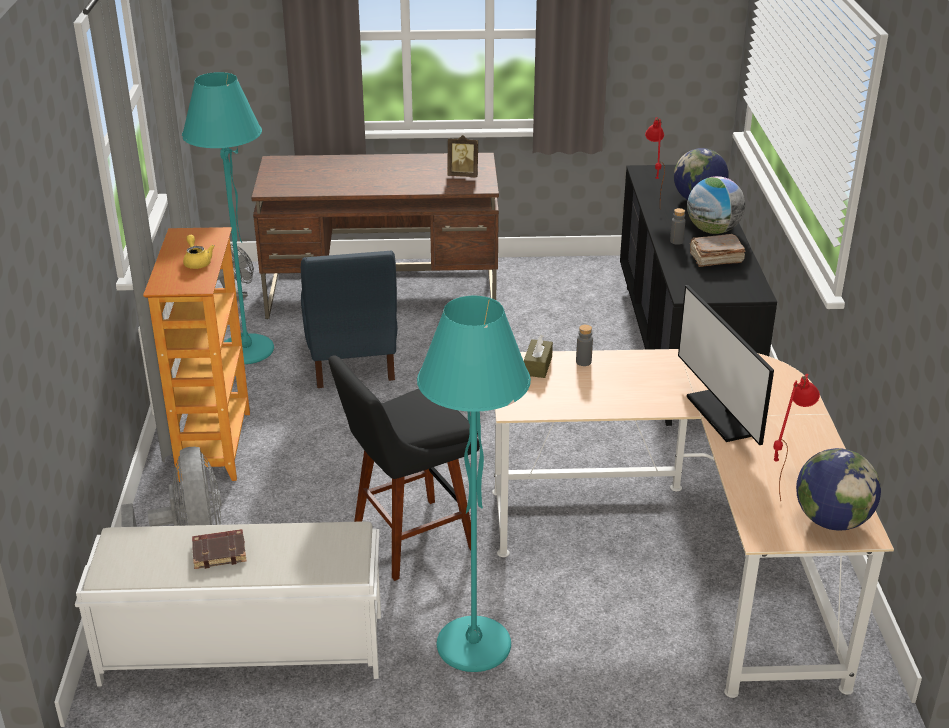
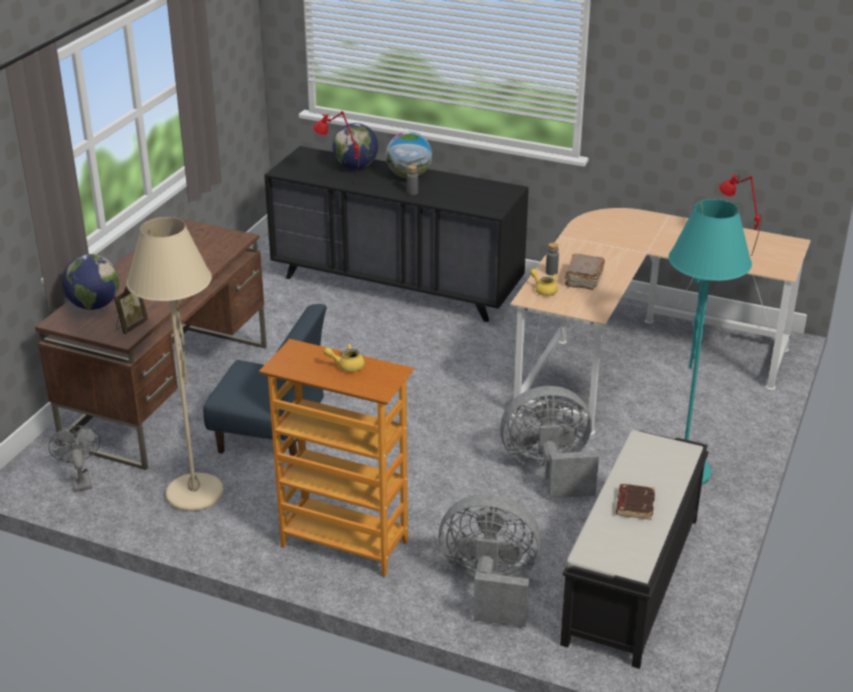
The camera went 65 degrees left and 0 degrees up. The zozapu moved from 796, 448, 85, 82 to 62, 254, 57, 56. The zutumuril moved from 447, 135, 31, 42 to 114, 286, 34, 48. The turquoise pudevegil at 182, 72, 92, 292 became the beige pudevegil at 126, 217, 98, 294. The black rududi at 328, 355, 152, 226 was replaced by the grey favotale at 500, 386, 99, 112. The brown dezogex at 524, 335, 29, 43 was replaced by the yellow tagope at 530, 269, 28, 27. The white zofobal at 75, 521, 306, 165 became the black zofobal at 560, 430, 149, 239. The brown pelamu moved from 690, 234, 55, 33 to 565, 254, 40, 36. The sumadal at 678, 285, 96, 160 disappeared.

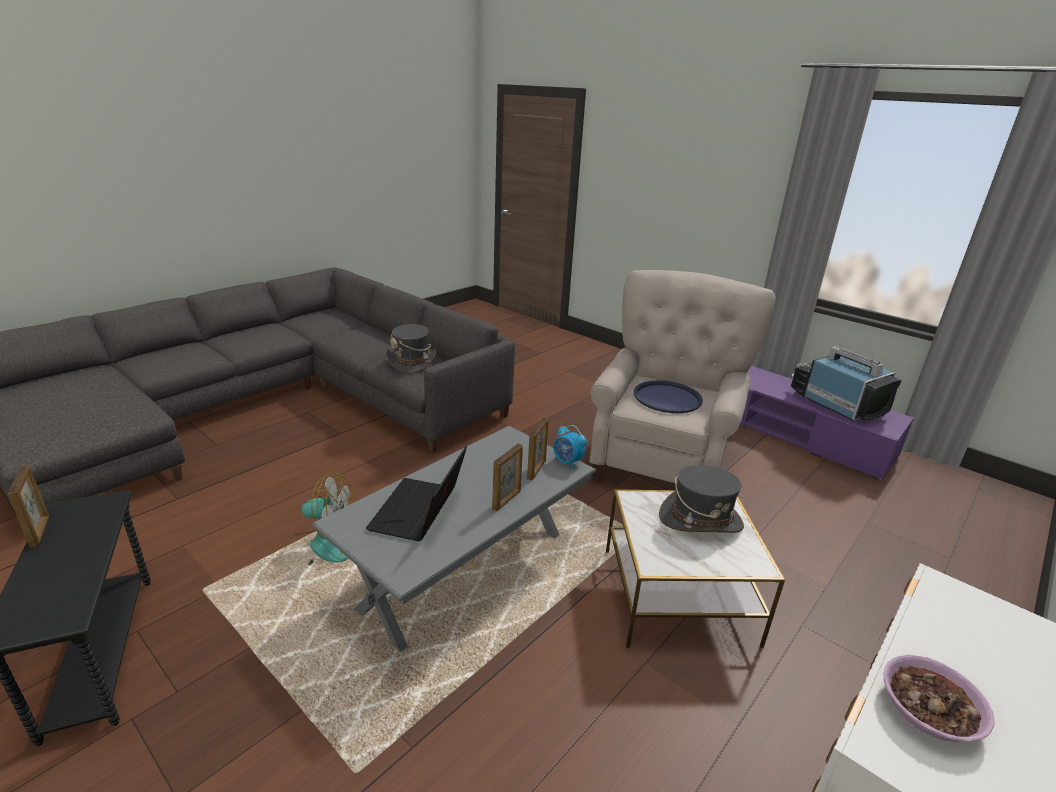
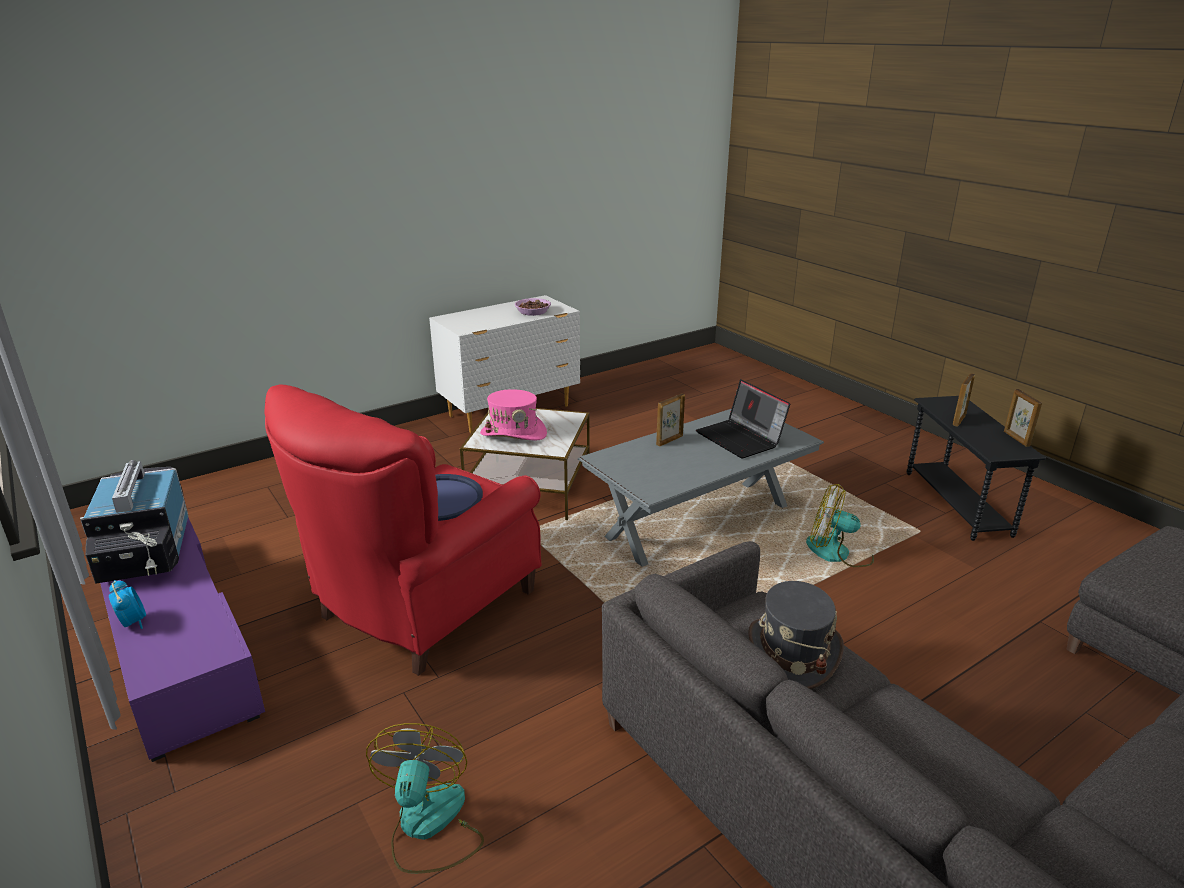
The camera went 165 degrees left and 0 degrees up. The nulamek moved from 553, 425, 34, 44 to 109, 580, 37, 49. The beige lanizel at 589, 270, 187, 213 became the red lanizel at 264, 384, 278, 292. The favotale at 366, 723, 118, 151 appeared. The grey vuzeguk at 659, 465, 85, 68 became the pink vuzeguk at 480, 389, 67, 52. The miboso at 366, 446, 101, 95 turned 120 degrees clockwise. The zutumuril moved from 527, 417, 21, 63 to 953, 373, 22, 54.

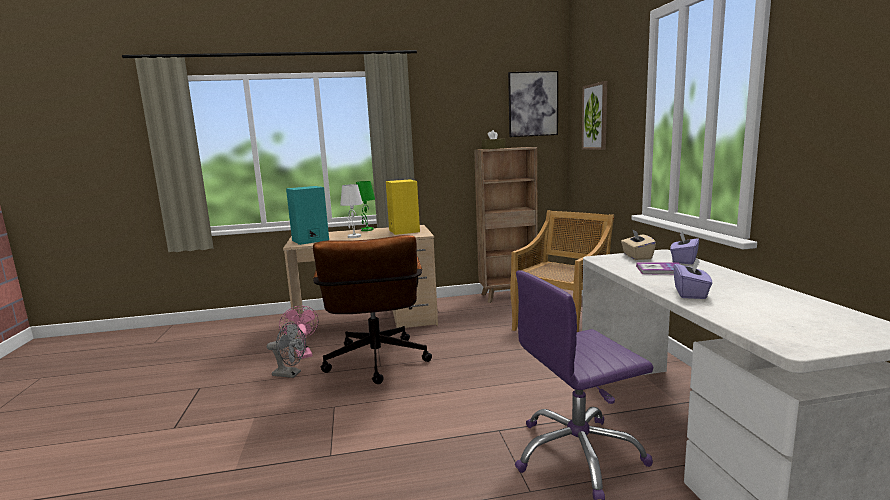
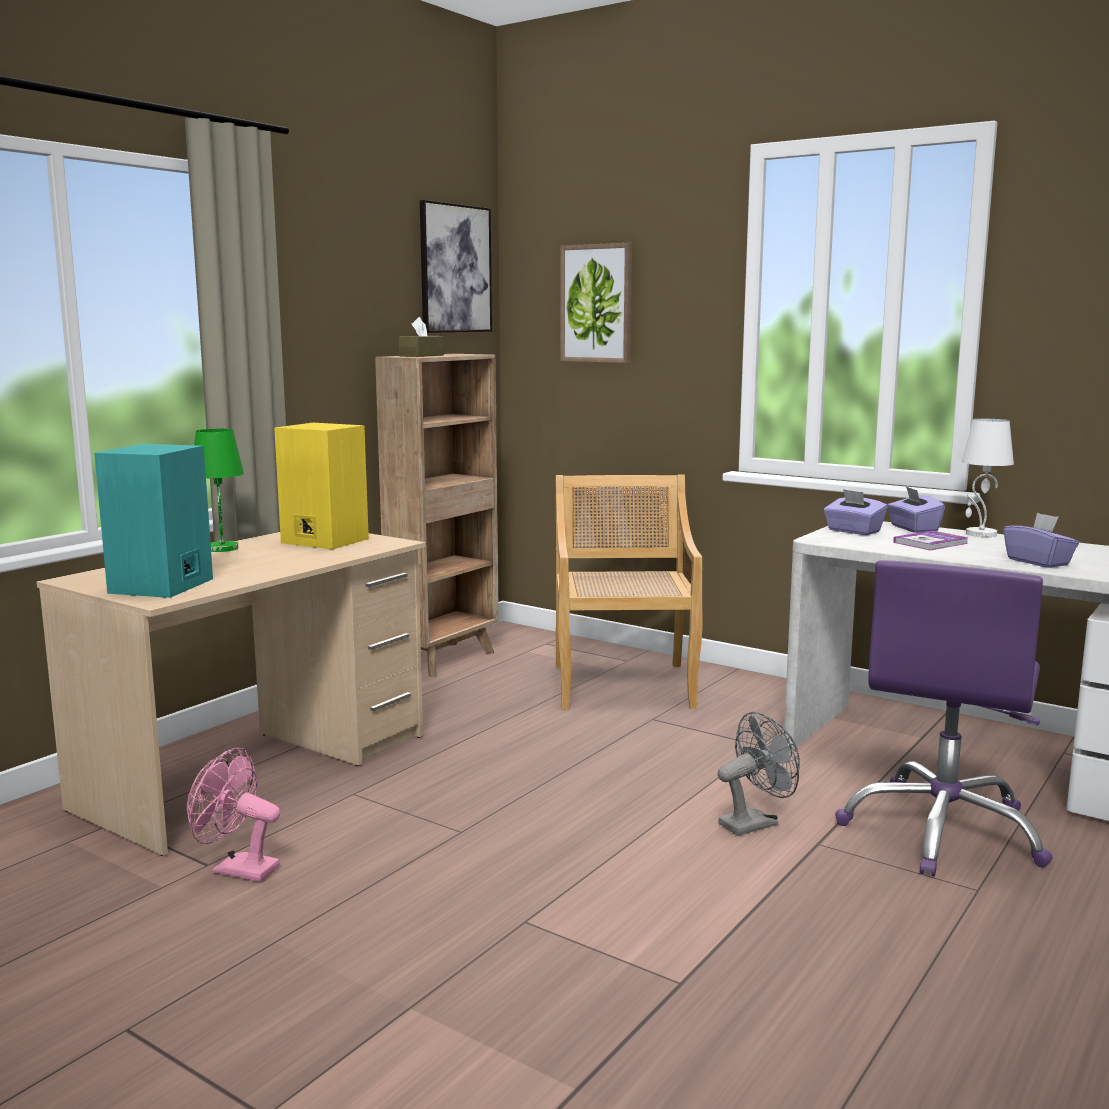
The camera went 45 degrees left and 0 degrees up. The grey favotale moved from 267, 322, 39, 56 to 718, 712, 82, 124. The beige dezogex at 621, 229, 35, 31 became the purple dezogex at 824, 489, 63, 46. The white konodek moved from 340, 184, 23, 54 to 961, 419, 53, 118. The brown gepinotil at 313, 235, 119, 149 disappeared.

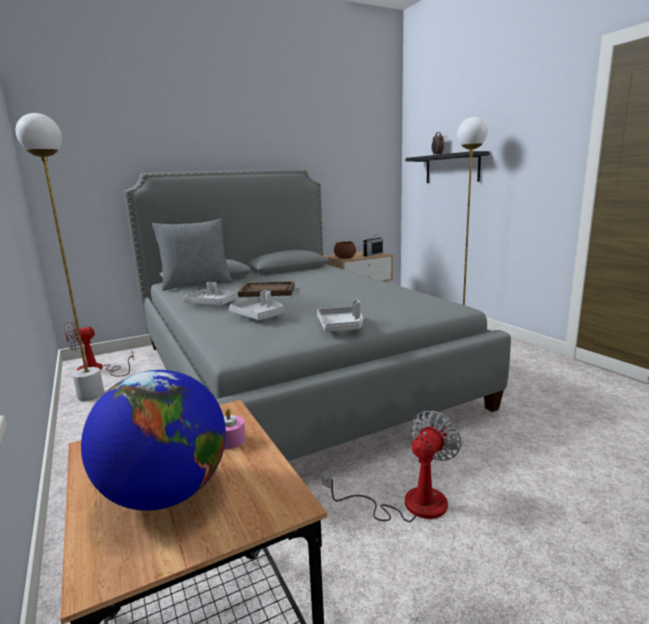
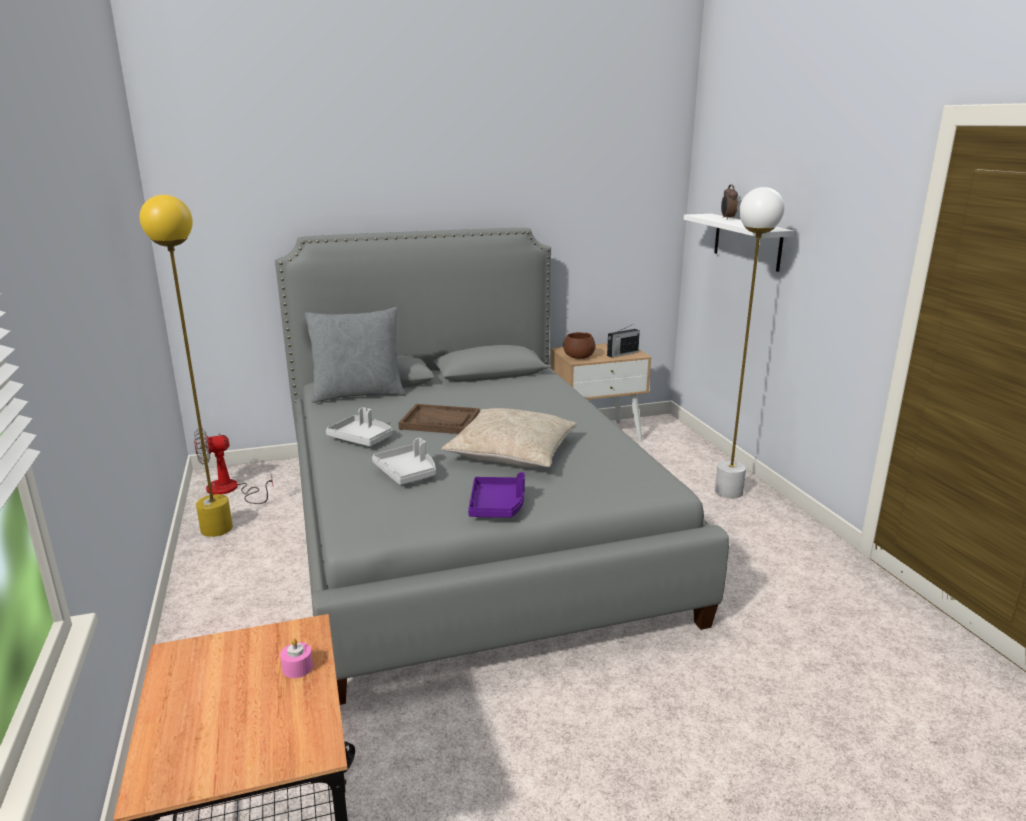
The camera went 10 degrees right and 5 degrees up. The white pudevegil at 15, 113, 89, 288 became the yellow pudevegil at 140, 195, 93, 342. The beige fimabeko at 441, 408, 136, 59 appeared. The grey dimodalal at 317, 300, 46, 32 became the purple dimodalal at 468, 472, 57, 46. The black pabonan at 405, 151, 84, 32 became the white pabonan at 684, 214, 111, 58. The zozapu at 81, 370, 145, 141 disappeared. The favotale at 322, 411, 140, 111 disappeared.

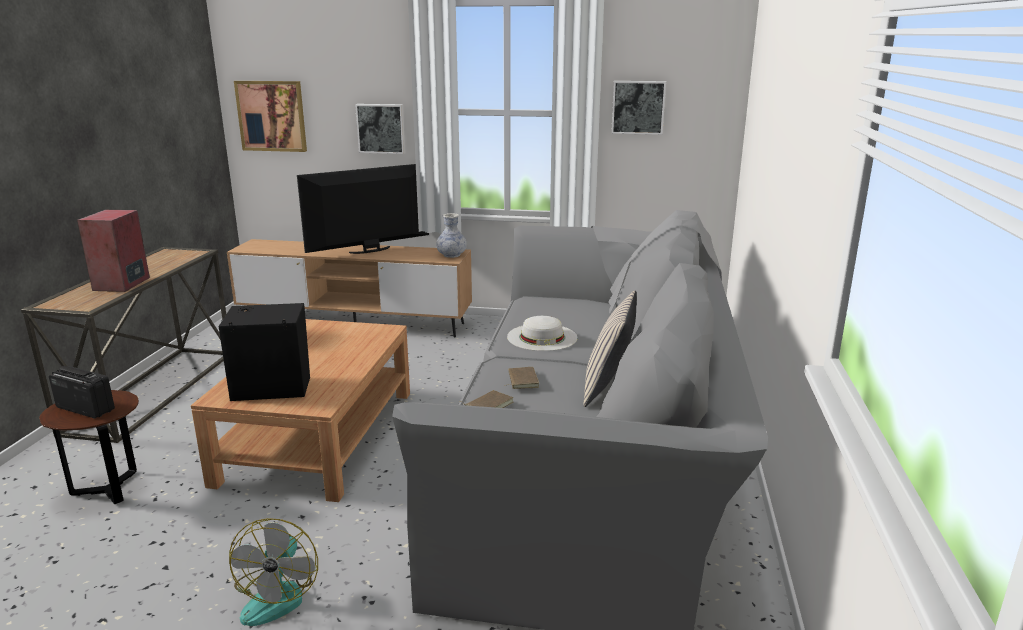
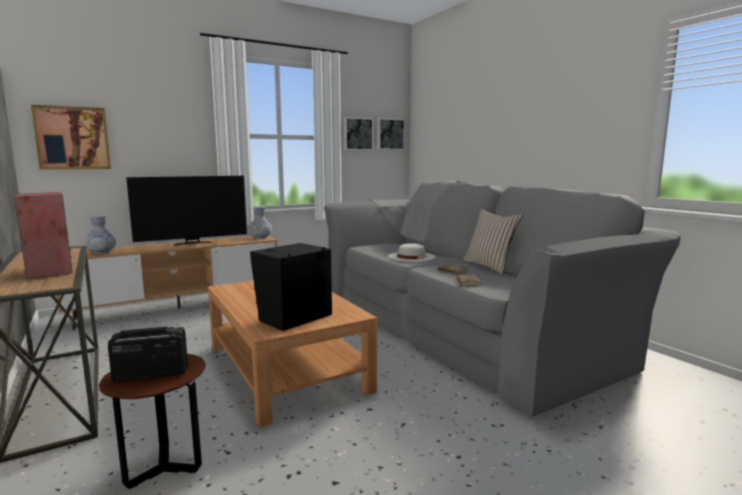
The camera went 40 degrees left and 10 degrees down. The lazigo at 85, 215, 31, 39 appeared. The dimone at 297, 164, 132, 90 turned 135 degrees counterclockwise. The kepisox moved from 355, 104, 51, 50 to 378, 118, 27, 32. The favotale at 229, 518, 89, 108 disappeared.

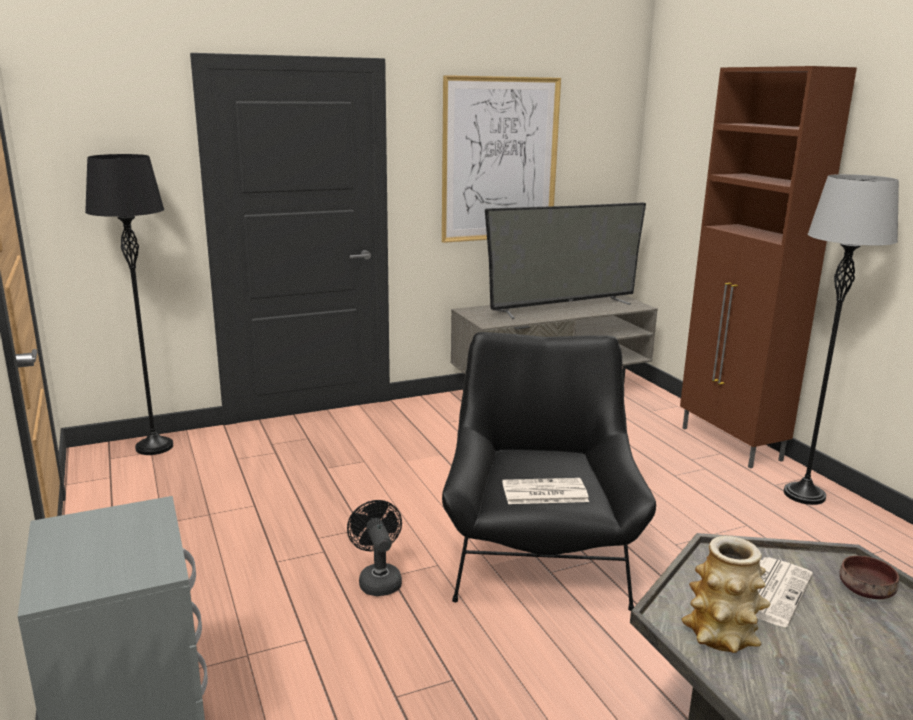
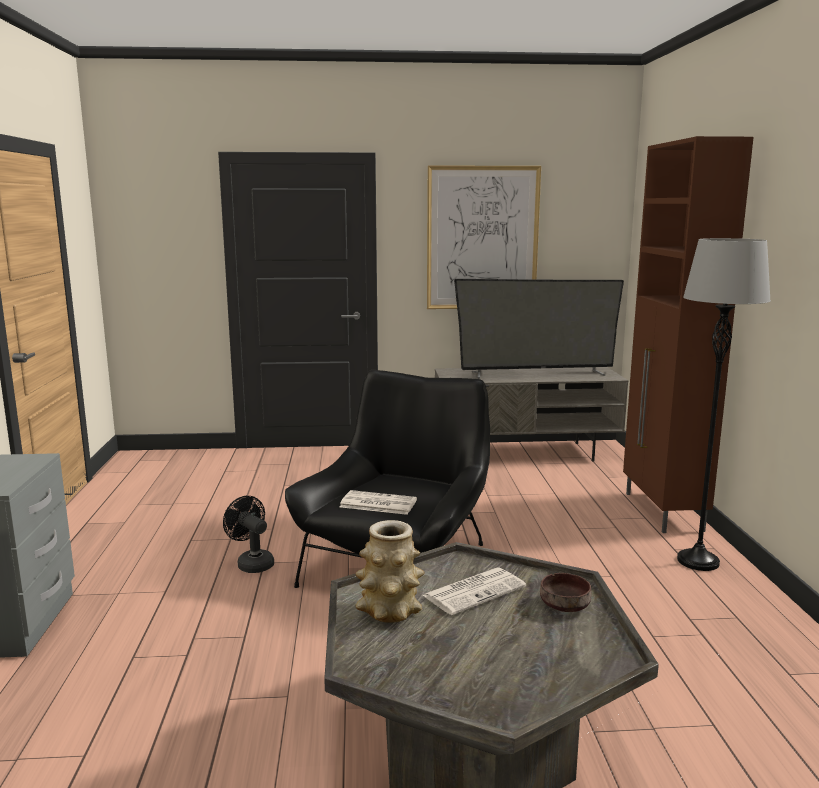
The camera went 20 degrees right and 5 degrees down. The black favotale at 347, 500, 55, 96 turned 45 degrees counterclockwise. The black pudevegil at 85, 154, 88, 301 disappeared.

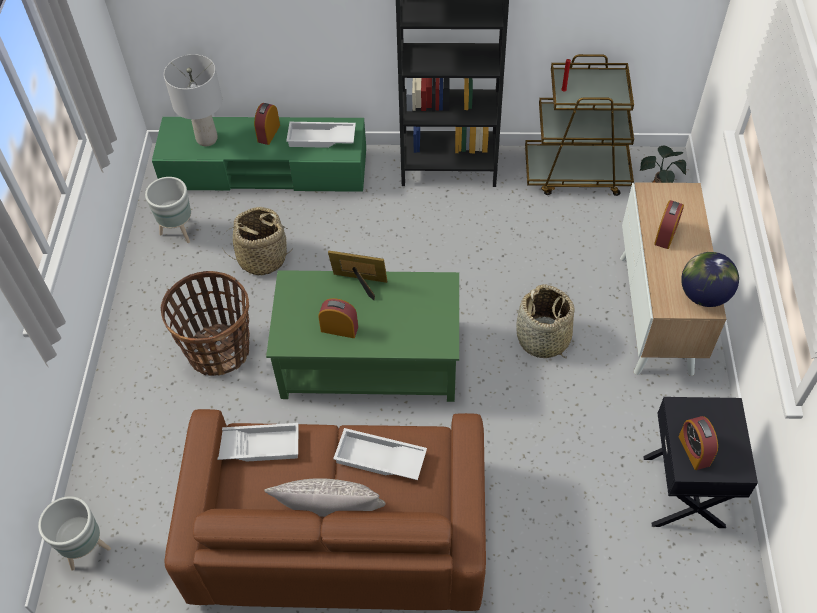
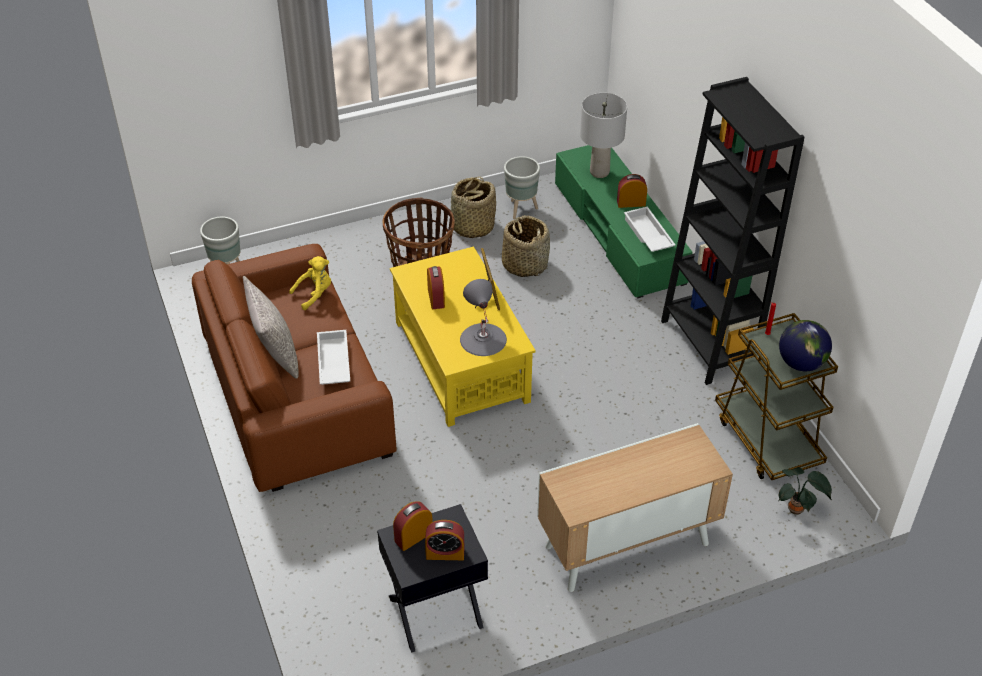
The camera went 65 degrees right and 10 degrees down. The white dimodalal at 217, 423, 81, 39 was replaced by the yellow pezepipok at 289, 256, 42, 54. The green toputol at 266, 270, 193, 132 became the yellow toputol at 390, 247, 146, 180. The nulamek moved from 654, 200, 30, 49 to 425, 520, 39, 40. The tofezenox moved from 516, 284, 58, 74 to 451, 176, 45, 62. The grey konodek at 460, 279, 47, 77 appeared. The zozapu moved from 681, 252, 58, 55 to 779, 320, 53, 51.

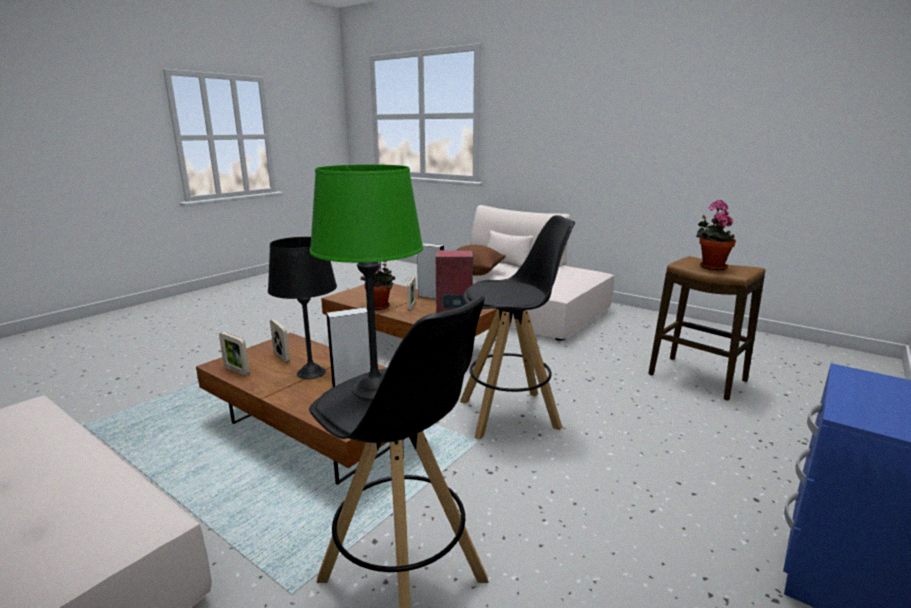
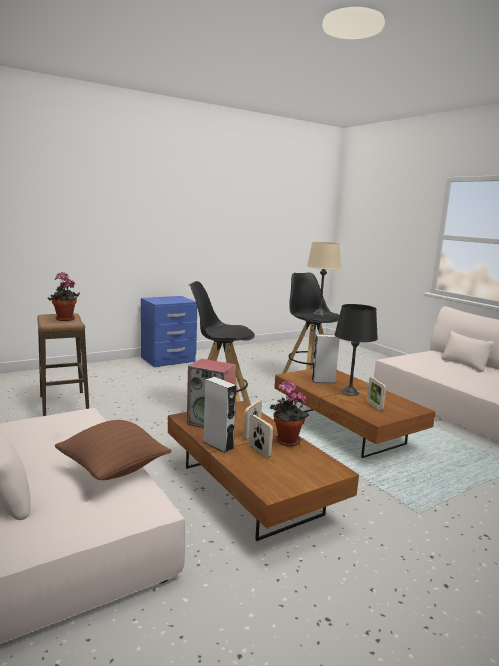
The camera went 160 degrees left and 5 degrees down. The zutumuril moved from 219, 332, 31, 44 to 249, 415, 24, 43. The green konodek at 310, 164, 113, 236 became the beige konodek at 307, 242, 34, 74.

